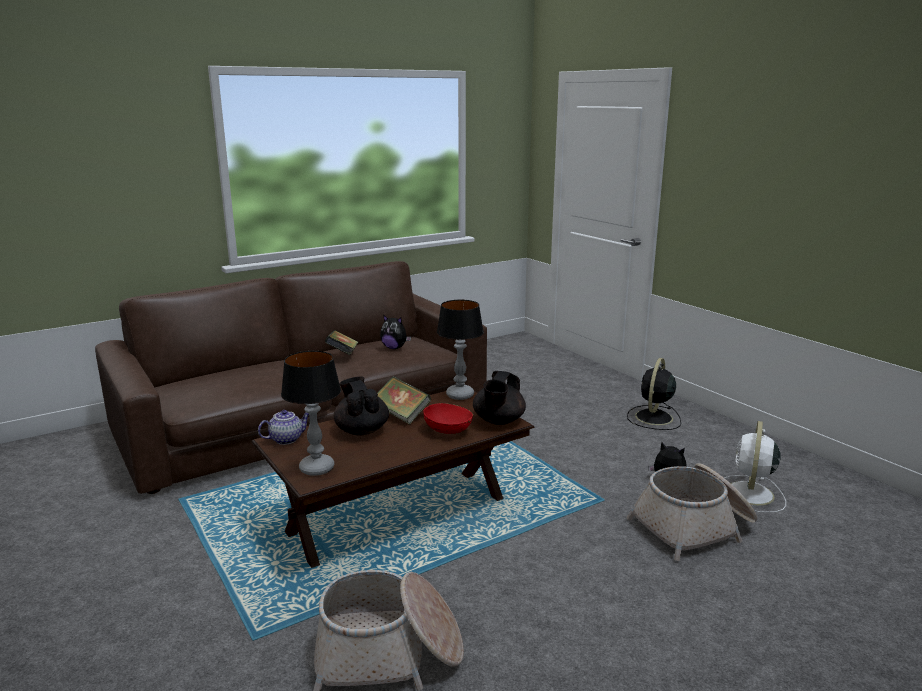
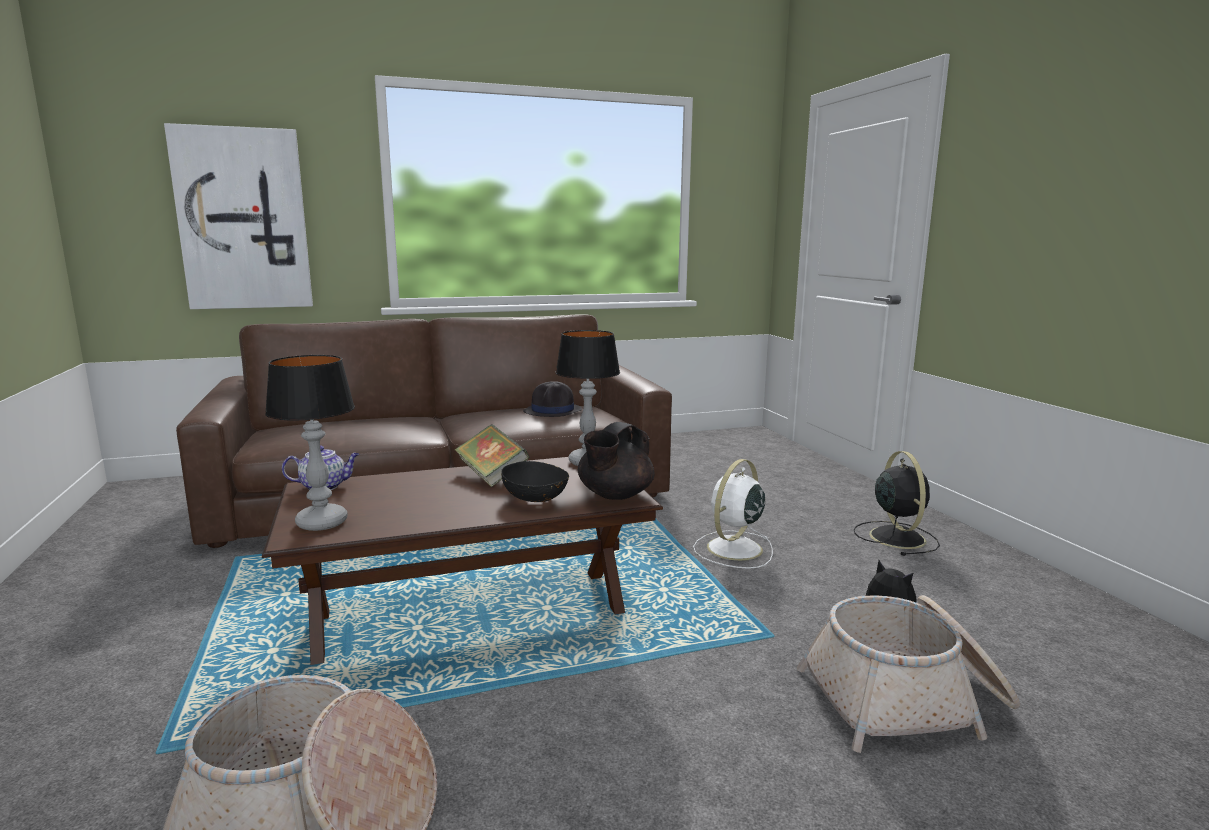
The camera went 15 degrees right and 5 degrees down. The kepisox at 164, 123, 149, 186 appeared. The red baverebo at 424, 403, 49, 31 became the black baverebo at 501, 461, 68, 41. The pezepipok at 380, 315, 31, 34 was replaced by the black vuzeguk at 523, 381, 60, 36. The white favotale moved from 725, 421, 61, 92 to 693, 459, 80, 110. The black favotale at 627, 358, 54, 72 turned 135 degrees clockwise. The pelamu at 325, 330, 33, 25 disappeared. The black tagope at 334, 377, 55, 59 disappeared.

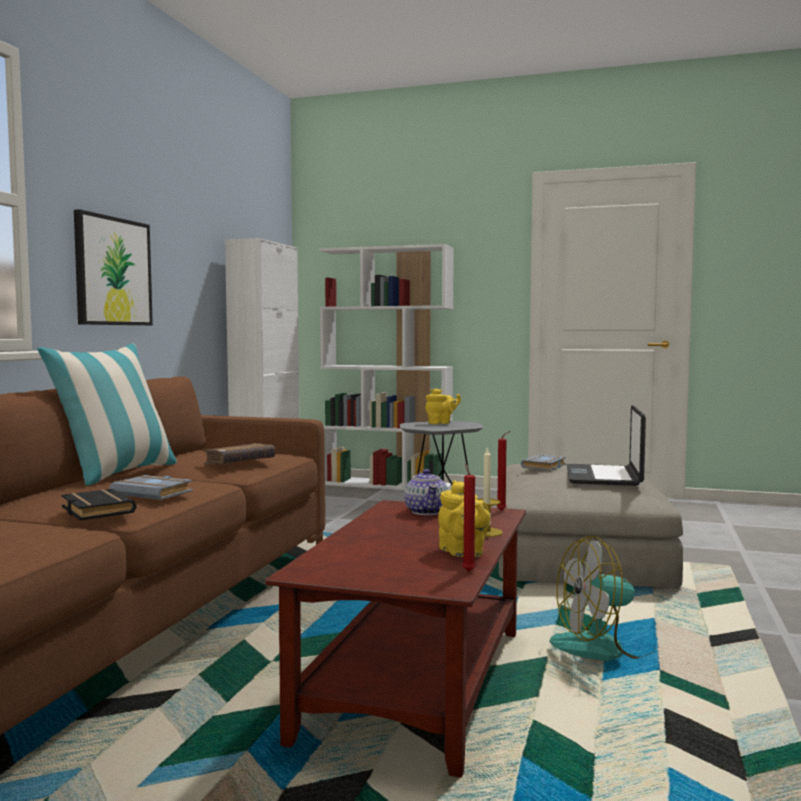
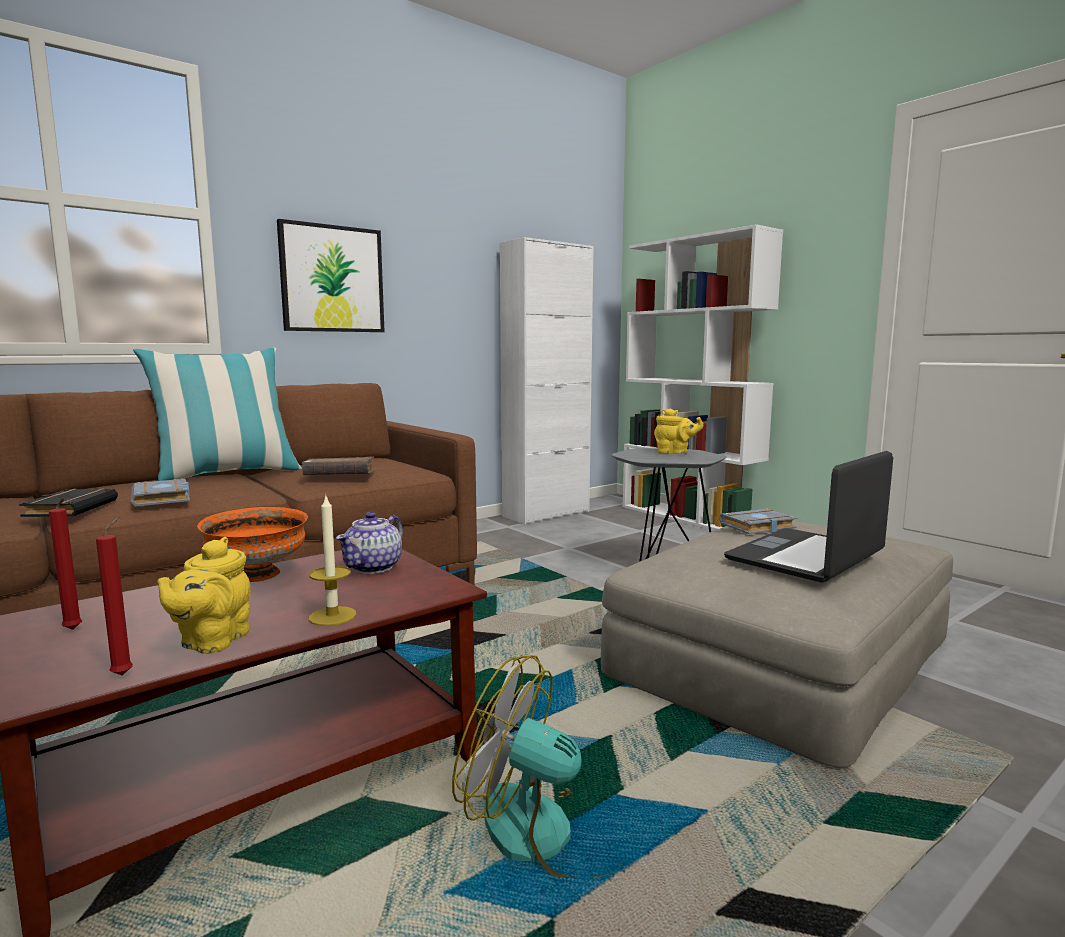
The camera went 35 degrees right and 5 degrees up. The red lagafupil moved from 497, 431, 14, 80 to 49, 497, 33, 133. The orange baverebo at 197, 507, 111, 75 appeared.

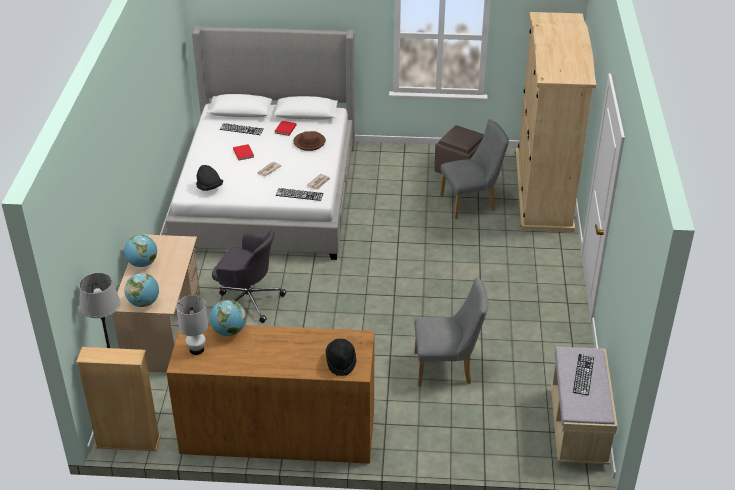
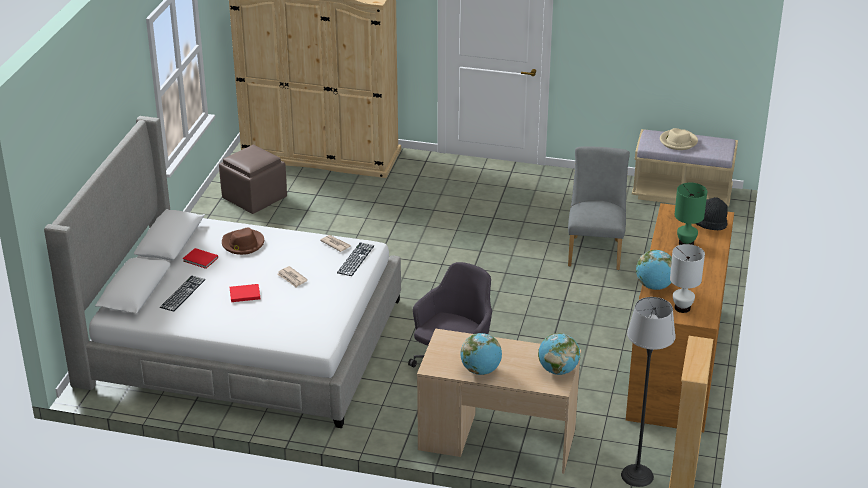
The camera went 80 degrees left and 5 degrees down. The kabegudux at 573, 354, 21, 42 was replaced by the beige vuzeguk at 660, 128, 38, 22. The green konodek at 675, 183, 32, 62 appeared. The black vuzeguk at 196, 165, 27, 26 disappeared. The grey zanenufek at 440, 119, 69, 100 disappeared.

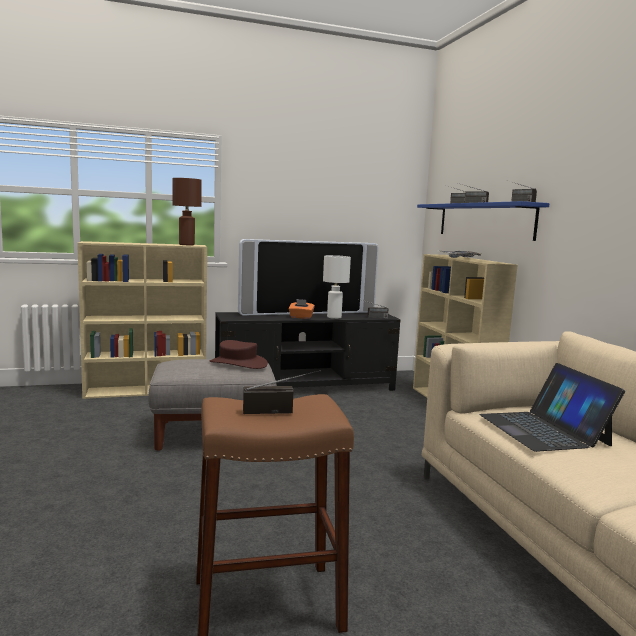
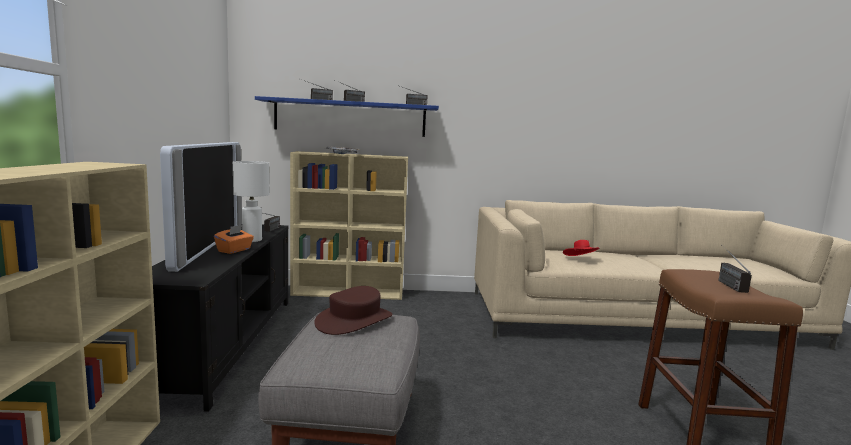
The camera went 75 degrees left and 0 degrees up. The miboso at 479, 363, 146, 89 was replaced by the red vuzeguk at 563, 240, 37, 16. The brown konodek at 173, 178, 29, 67 disappeared.

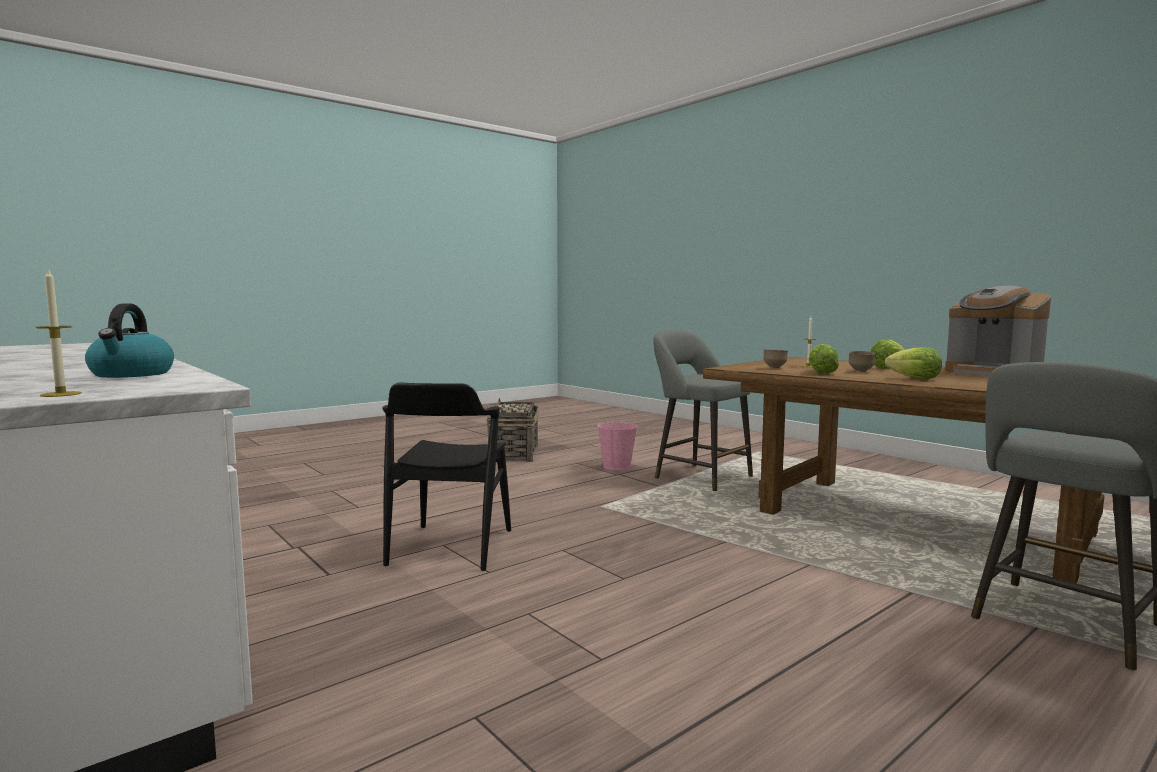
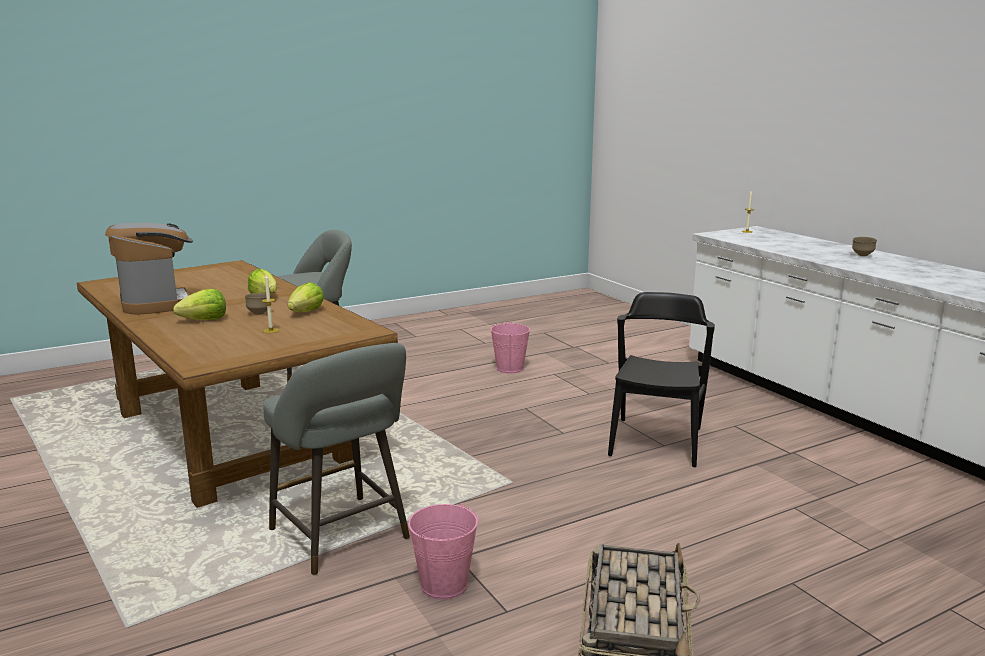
The camera went 170 degrees left and 10 degrees up. The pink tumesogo at 490, 321, 40, 52 appeared. The brown baverebo moved from 763, 349, 25, 19 to 852, 237, 25, 19. The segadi at 85, 303, 89, 75 disappeared.

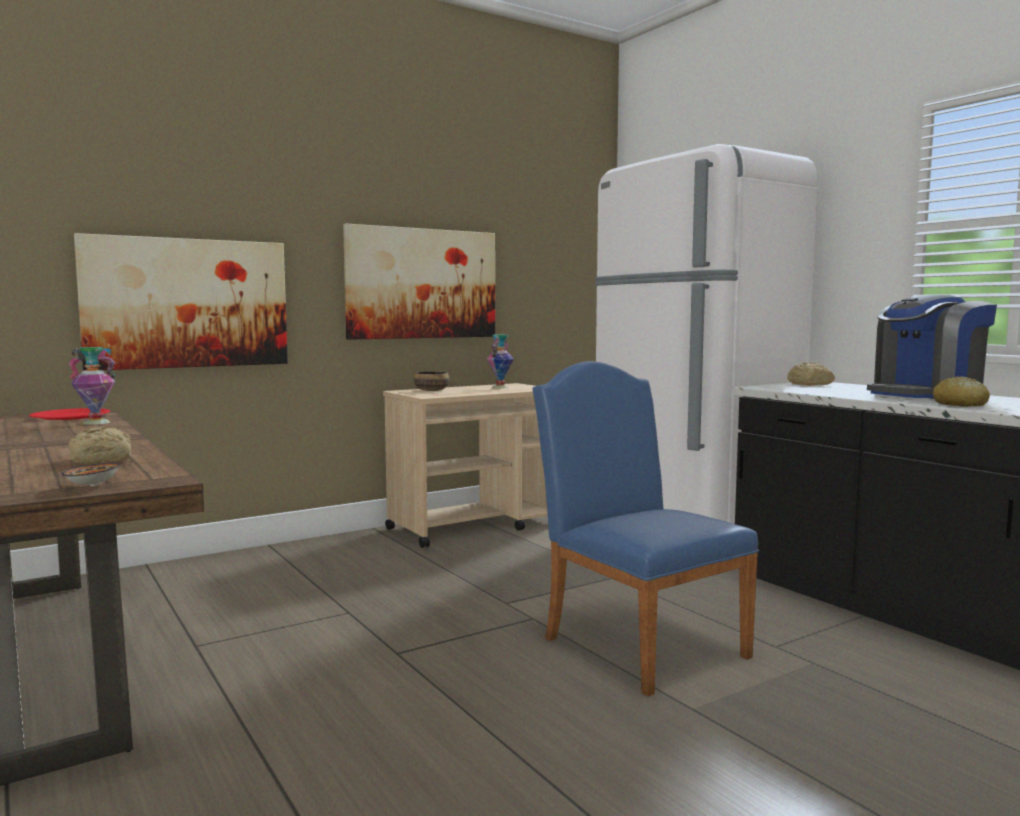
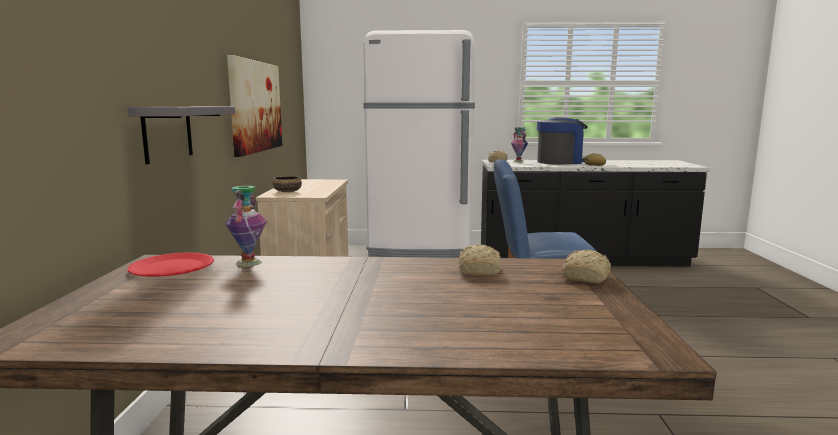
The camera went 55 degrees left and 5 degrees up. The kepisox at 74, 233, 214, 137 was replaced by the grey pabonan at 128, 107, 107, 57. The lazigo moved from 487, 334, 27, 55 to 511, 127, 17, 35. The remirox at 867, 295, 130, 104 turned 120 degrees counterclockwise. The baverebo at 61, 462, 60, 25 was replaced by the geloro at 562, 249, 49, 34.

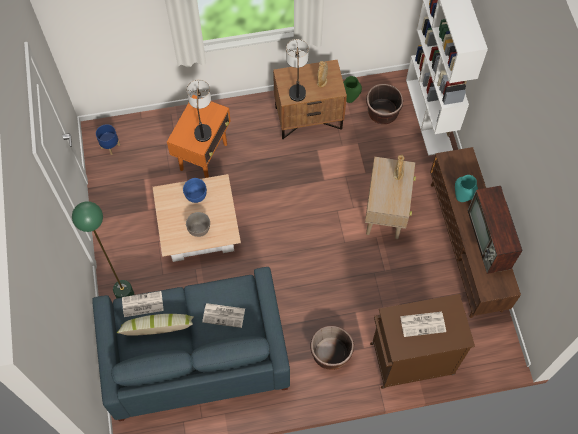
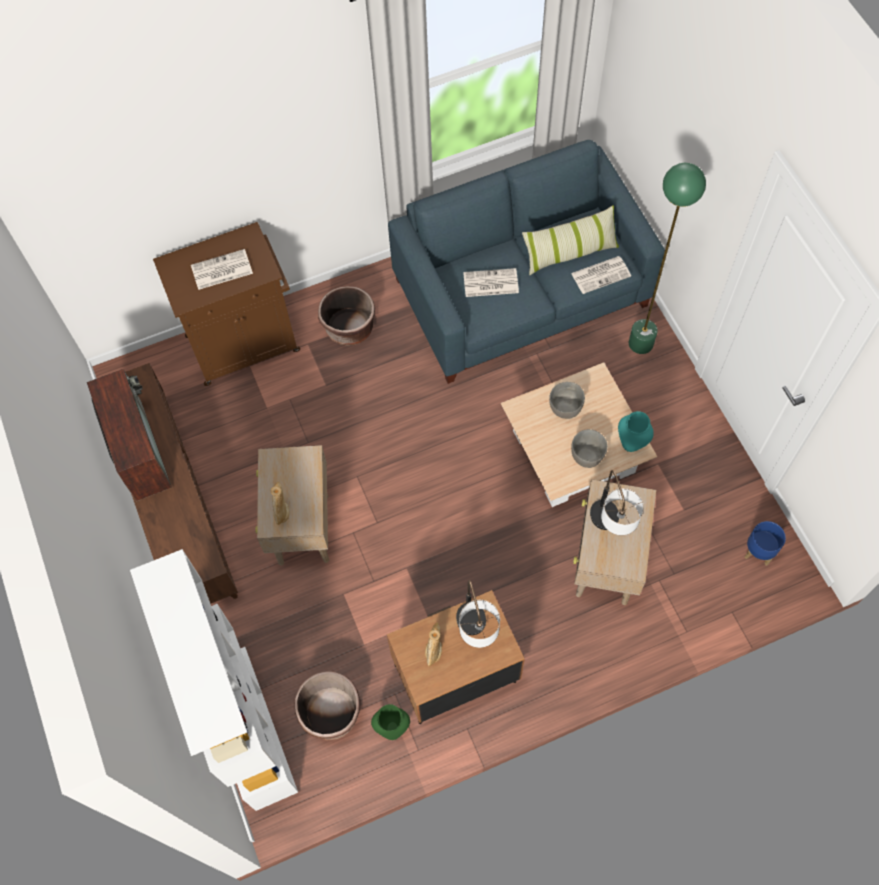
The camera went 170 degrees right and 0 degrees up. The blue baverebo at 183, 178, 24, 25 became the grey baverebo at 571, 429, 37, 39. The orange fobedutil at 167, 95, 64, 83 became the beige fobedutil at 573, 479, 83, 126. The turquoise lazigo moved from 455, 175, 23, 27 to 618, 411, 36, 41.

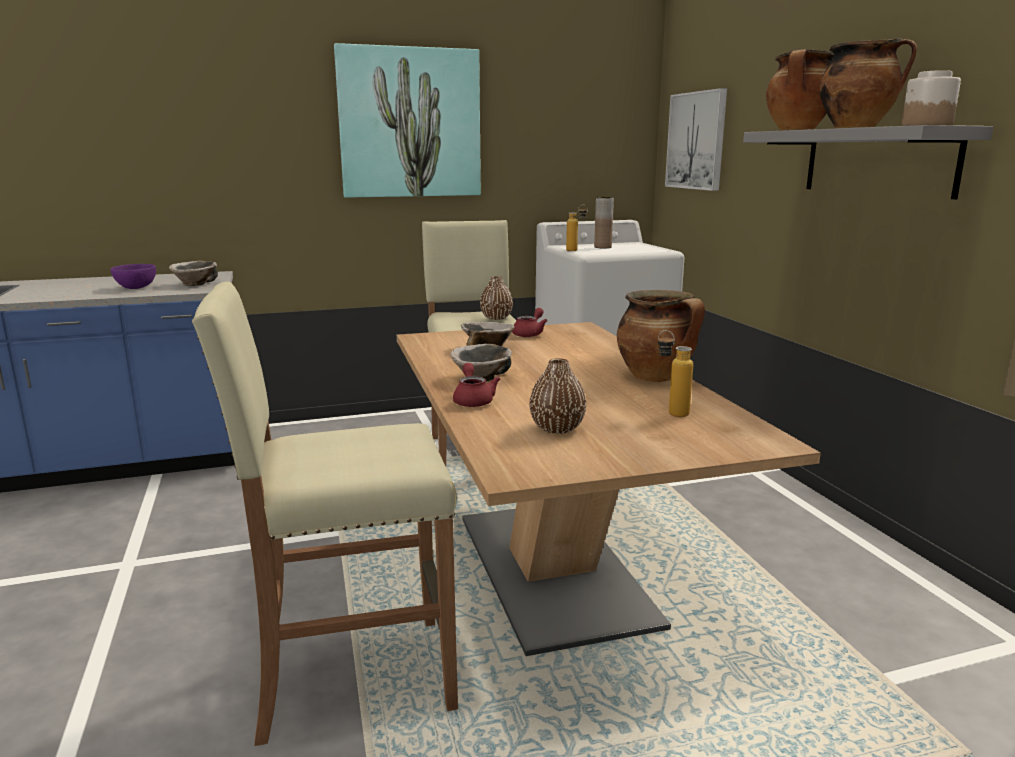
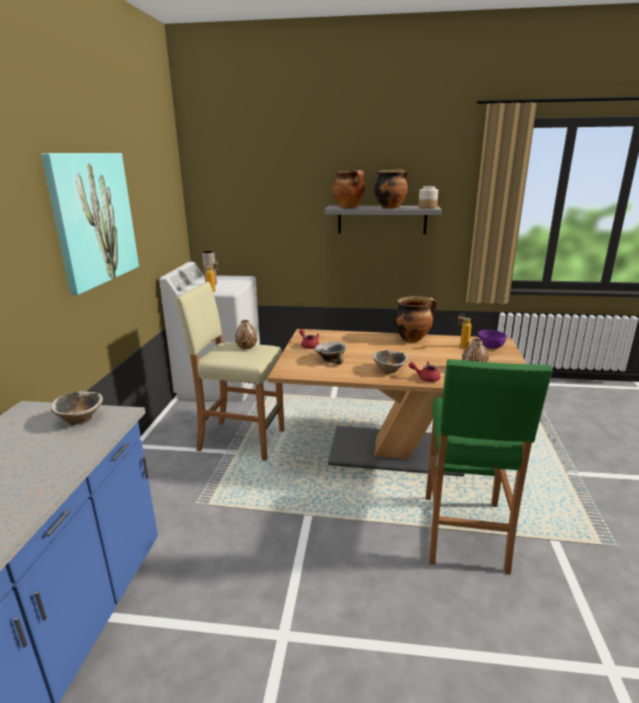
The camera went 65 degrees left and 5 degrees up. The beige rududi at 192, 282, 266, 464 became the green rududi at 426, 359, 126, 215. The purple baverebo moved from 111, 264, 45, 25 to 478, 330, 29, 19. The kepisox at 665, 88, 62, 103 disappeared.

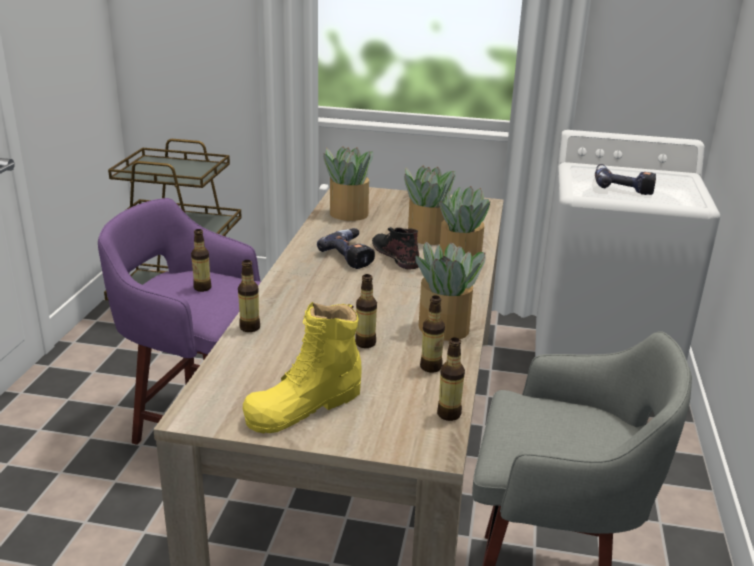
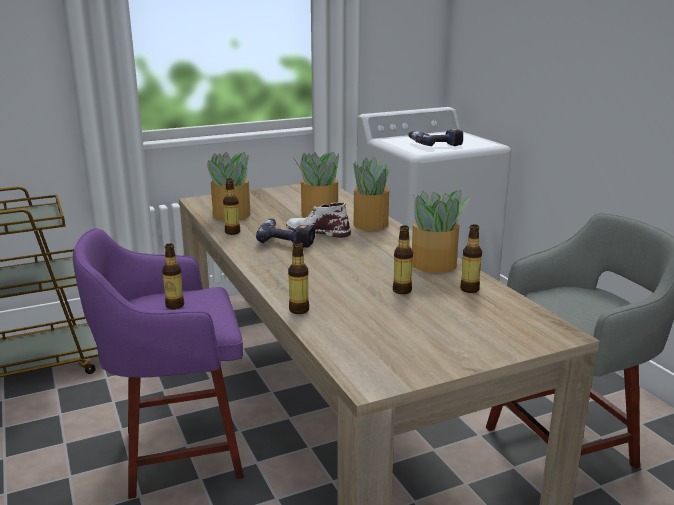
The camera went 35 degrees left and 5 degrees down. The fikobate moved from 437, 338, 28, 83 to 223, 178, 17, 57. The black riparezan at 372, 227, 47, 43 became the white riparezan at 286, 202, 65, 36. The yellow riparezan at 243, 302, 119, 132 disappeared.

